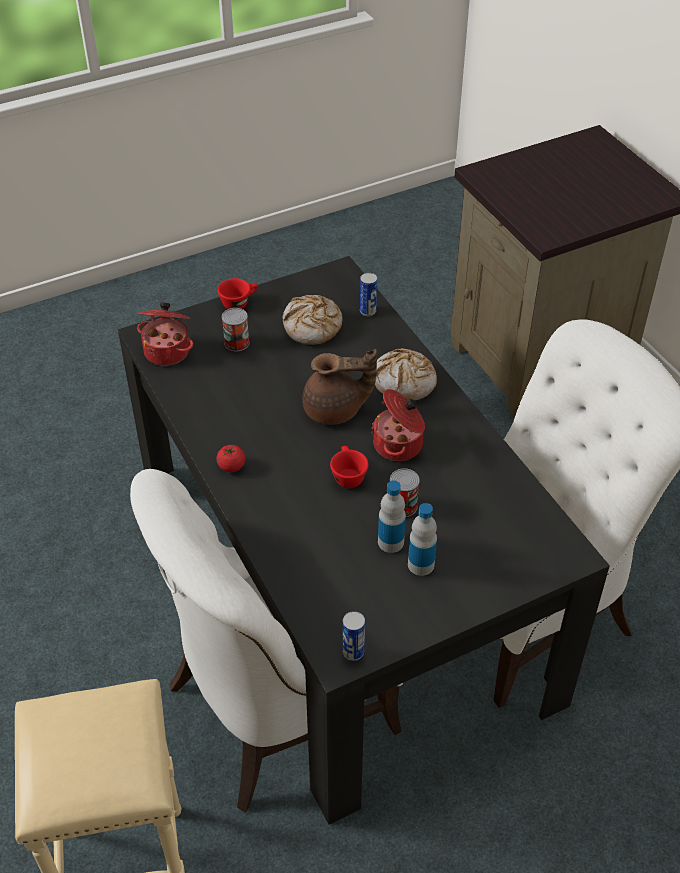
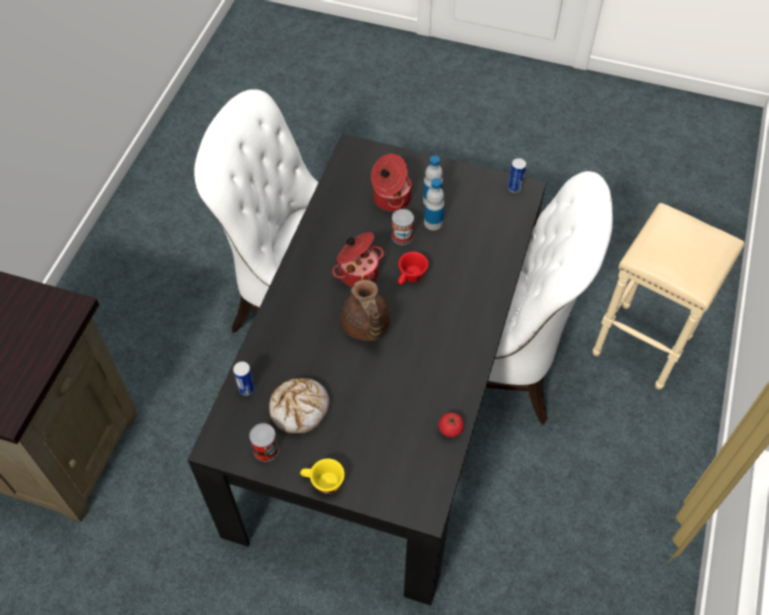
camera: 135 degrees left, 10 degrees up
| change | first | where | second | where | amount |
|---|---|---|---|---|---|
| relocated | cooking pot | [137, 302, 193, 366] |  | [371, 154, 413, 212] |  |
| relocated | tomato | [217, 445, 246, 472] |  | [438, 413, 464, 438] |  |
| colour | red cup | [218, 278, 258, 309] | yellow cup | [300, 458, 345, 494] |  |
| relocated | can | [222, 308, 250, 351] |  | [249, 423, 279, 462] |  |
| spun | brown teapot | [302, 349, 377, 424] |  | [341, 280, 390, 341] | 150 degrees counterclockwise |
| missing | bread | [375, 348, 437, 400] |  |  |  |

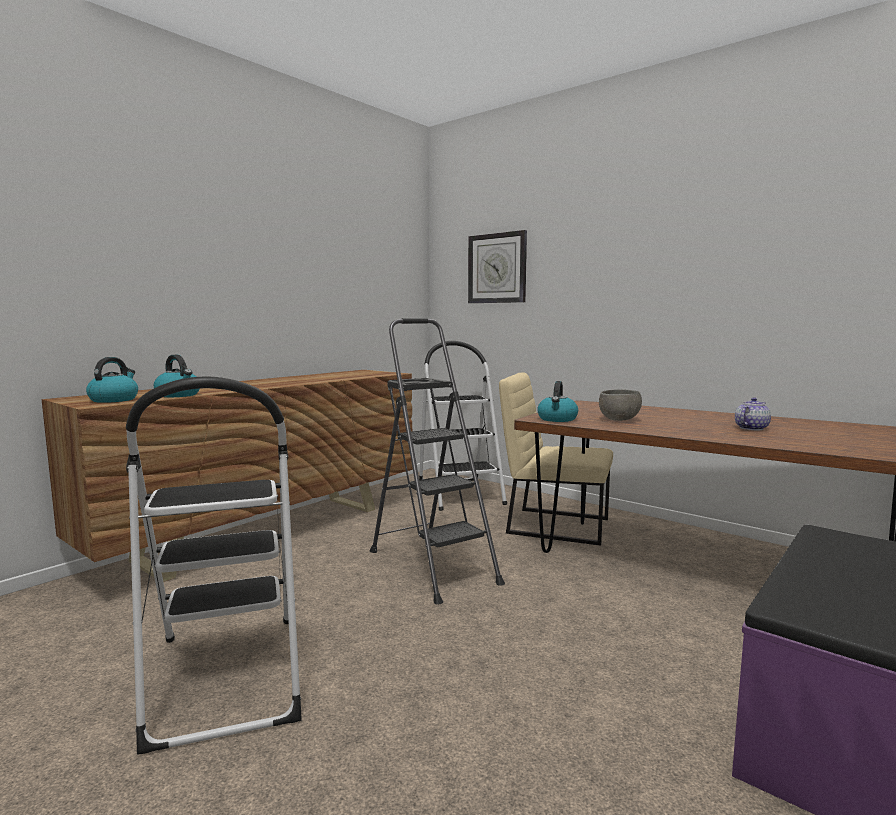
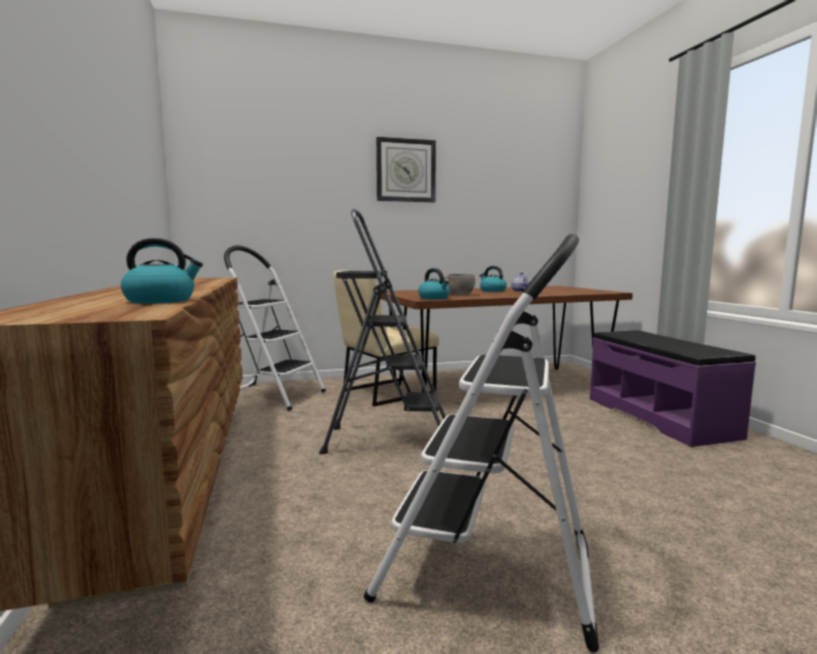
camera: 55 degrees left, 0 degrees up
| change | first | where | second | where | amount |
|---|---|---|---|---|---|
| relocated | kettle | [86, 357, 138, 403] |  | [480, 266, 507, 292] |  |
| relocated | wall clock | [468, 230, 527, 303] |  | [376, 137, 436, 202] |  |

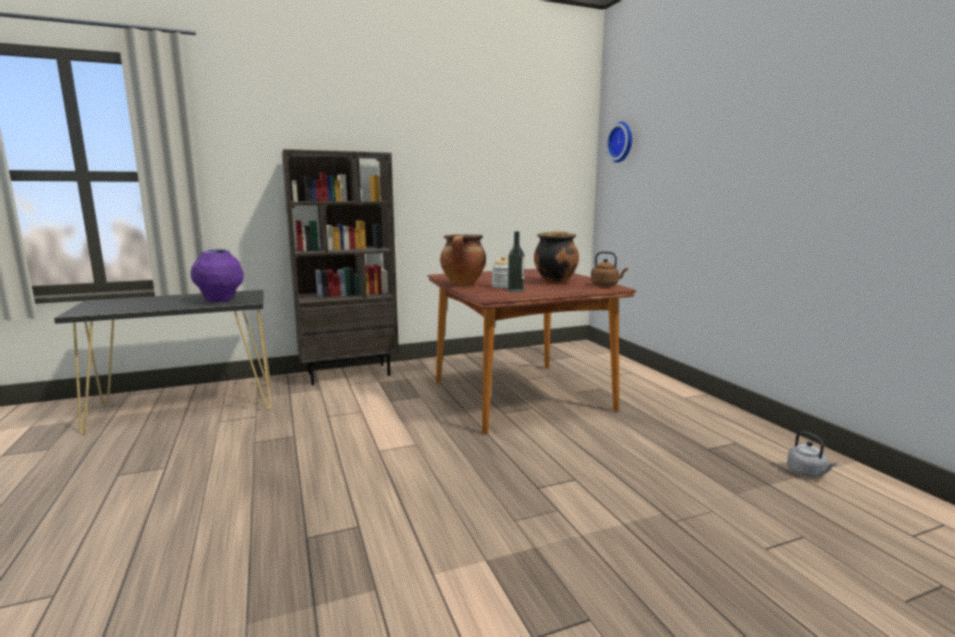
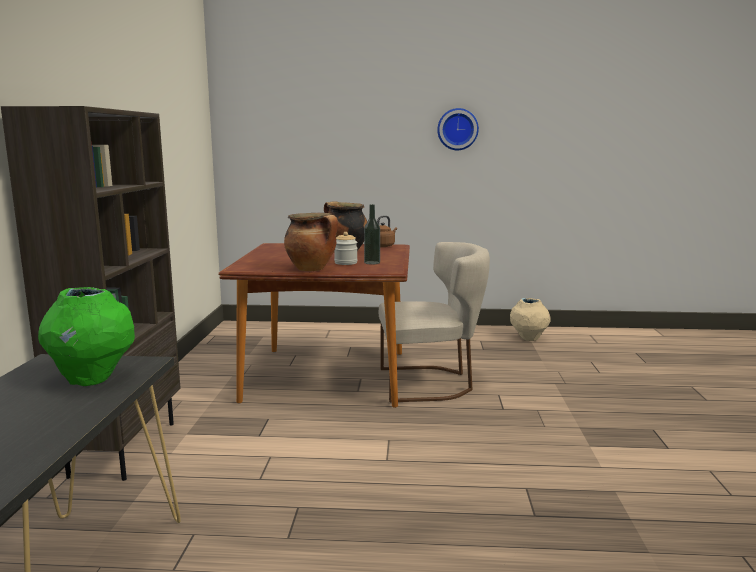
camera: 65 degrees left, 0 degrees up
| change | first | where | second | where | amount |
|---|---|---|---|---|---|
| colour | purple vase | [190, 249, 244, 302] | green vase | [38, 287, 135, 386] |  |
| relocated | wall clock | [606, 121, 632, 163] |  | [437, 108, 479, 150] |  |
| exchanged | grey kettle | [787, 431, 837, 477] | beige vase | [510, 298, 551, 341] |  |
| appeared |  |  | beige chair | [379, 242, 490, 403] |  |

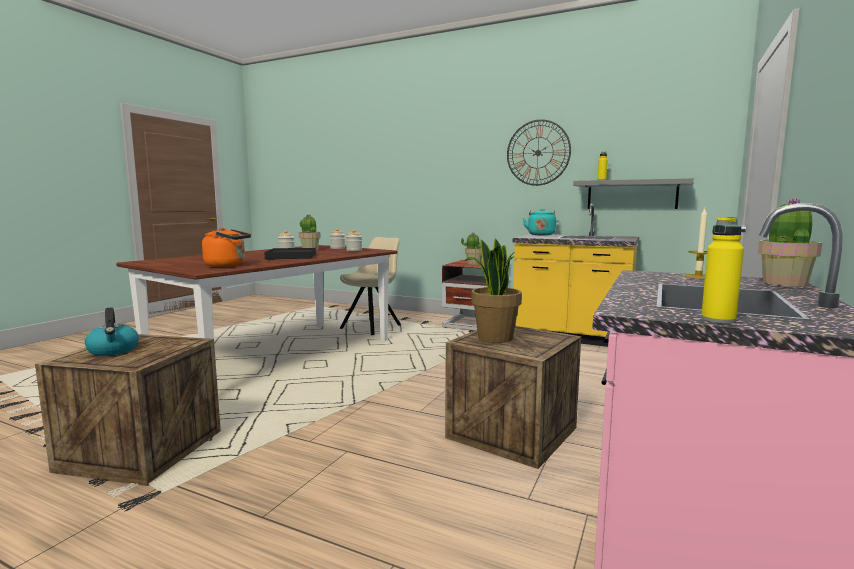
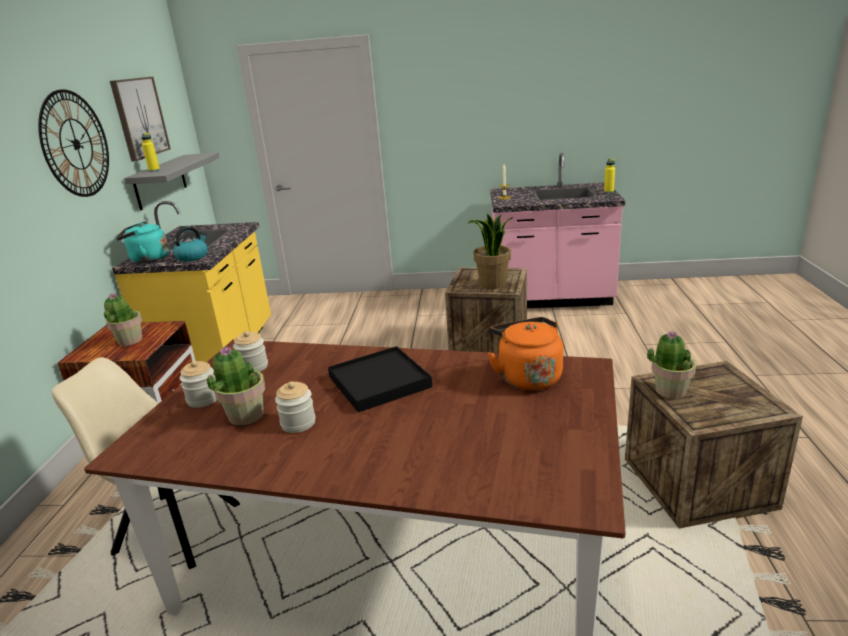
camera: 110 degrees left, 15 degrees up
| change | first | where | second | where | amount |
|---|---|---|---|---|---|
| relocated | kettle | [85, 307, 139, 356] |  | [173, 227, 208, 262] |  |
| relocated | potted plant | [758, 198, 822, 287] |  | [647, 331, 696, 399] |  |
| appeared |  |  | picture | [110, 77, 171, 162] |  |

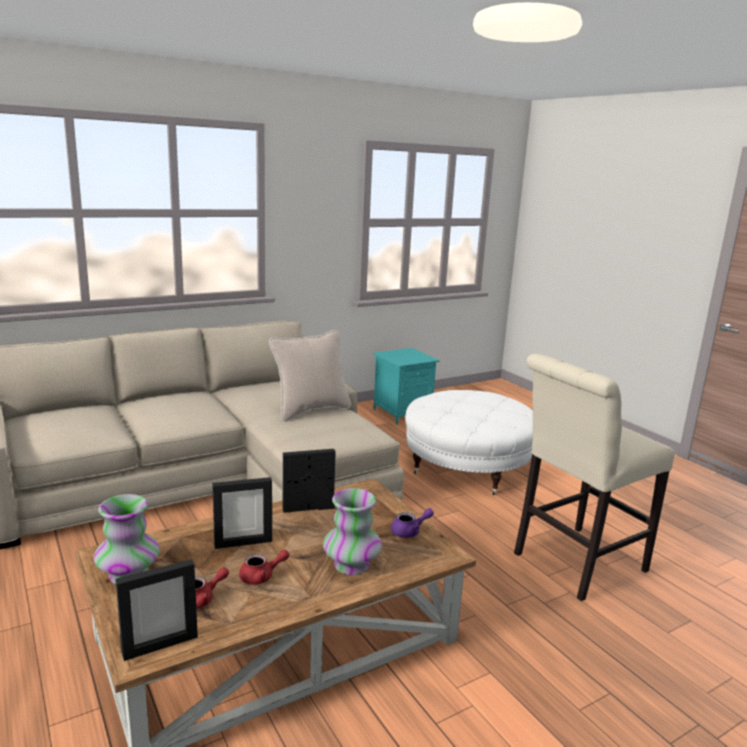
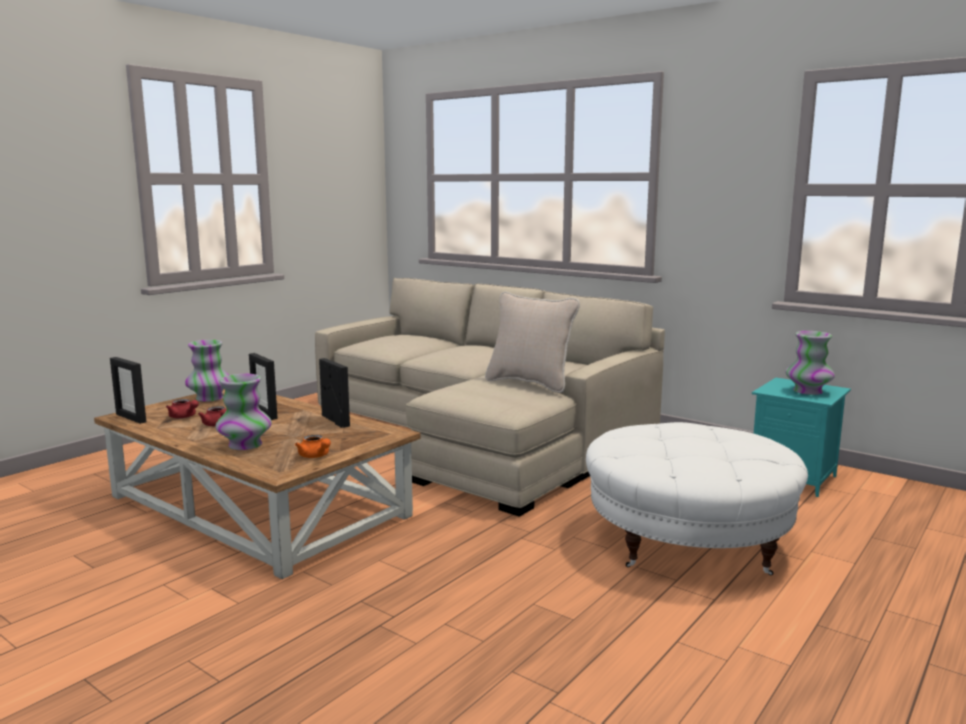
camera: 70 degrees right, 5 degrees down
| change | first | where | second | where | amount |
|---|---|---|---|---|---|
| colour | purple teapot | [391, 508, 434, 538] | orange teapot | [295, 435, 331, 458] |  |
| missing | beige stool | [514, 354, 675, 601] |  |  |  |
| appeared |  |  | vase | [785, 331, 835, 395] |  |

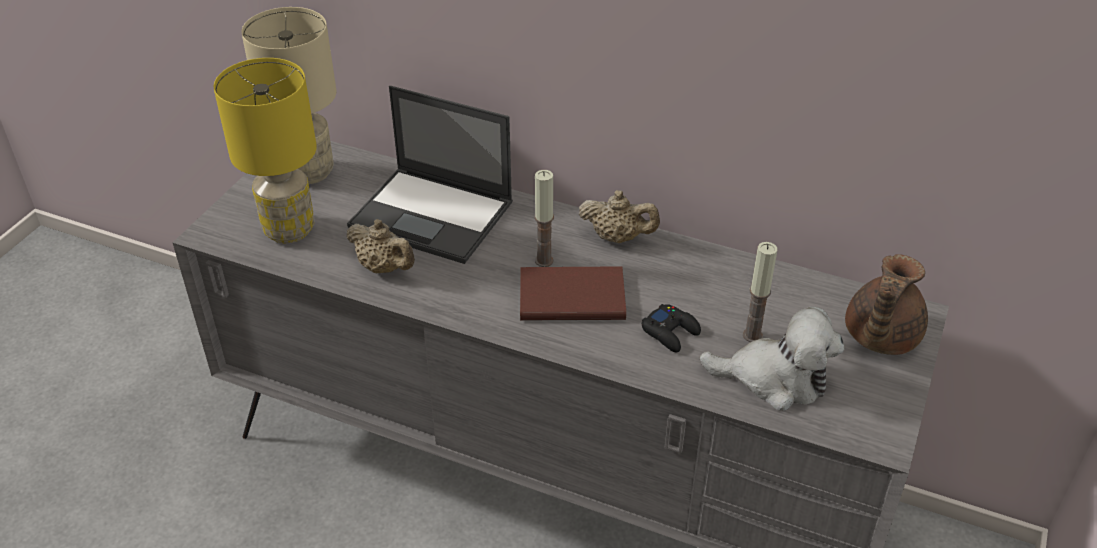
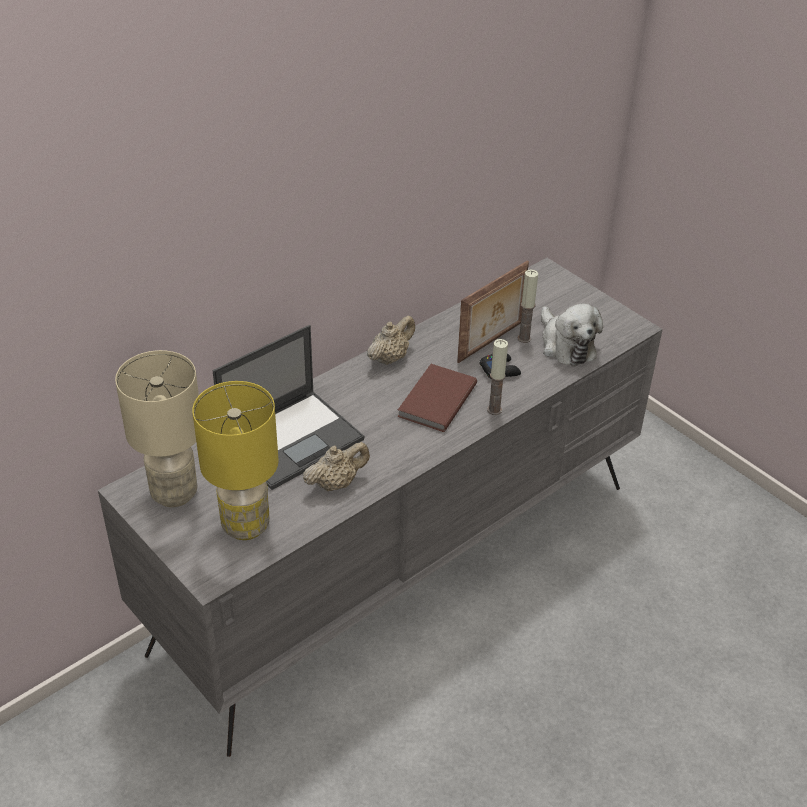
camera: 65 degrees left, 0 degrees up
| change | first | where | second | where | amount |
|---|---|---|---|---|---|
| relocated | candle | [534, 170, 554, 267] |  | [487, 339, 508, 415] |  |
| spun | plush toy | [700, 306, 844, 411] |  | [541, 304, 603, 366] | 120 degrees clockwise |
| missing | brown teapot | [845, 254, 928, 355] |  |  |  |
| appeared |  |  | picture frame | [457, 260, 529, 363] |  |

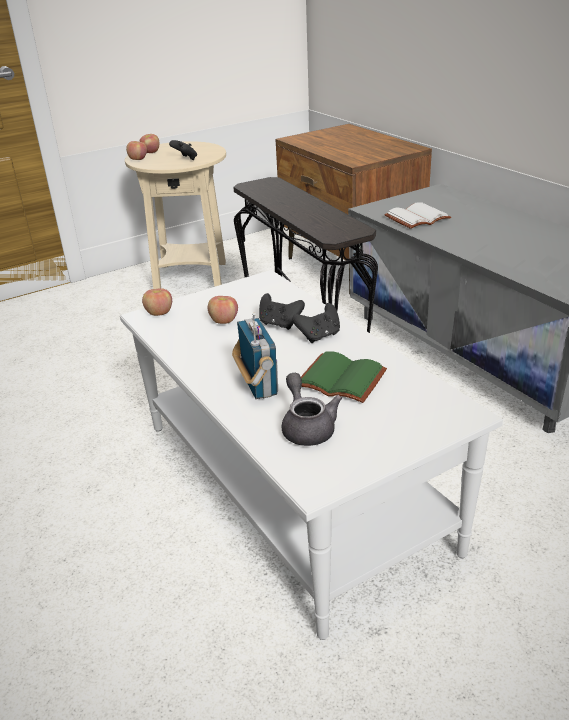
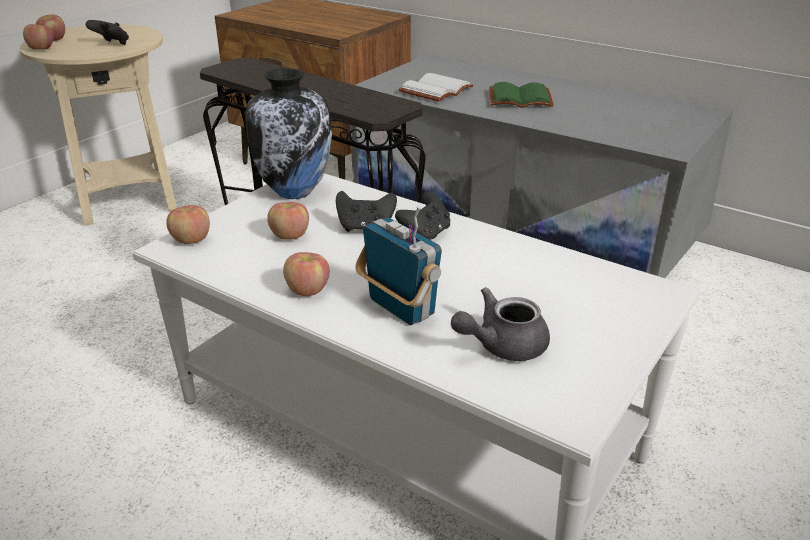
camera: 25 degrees left, 0 degrees up
| change | first | where | second | where | amount |
|---|---|---|---|---|---|
| spun | grey teapot | [282, 373, 342, 446] |  | [451, 287, 550, 361] | 75 degrees counterclockwise |
| relocated | green book | [301, 351, 387, 403] |  | [489, 82, 554, 108] |  |
| appeared |  |  | vase | [245, 68, 332, 199] |  |
| appeared |  |  | apple | [283, 252, 330, 296] |  |

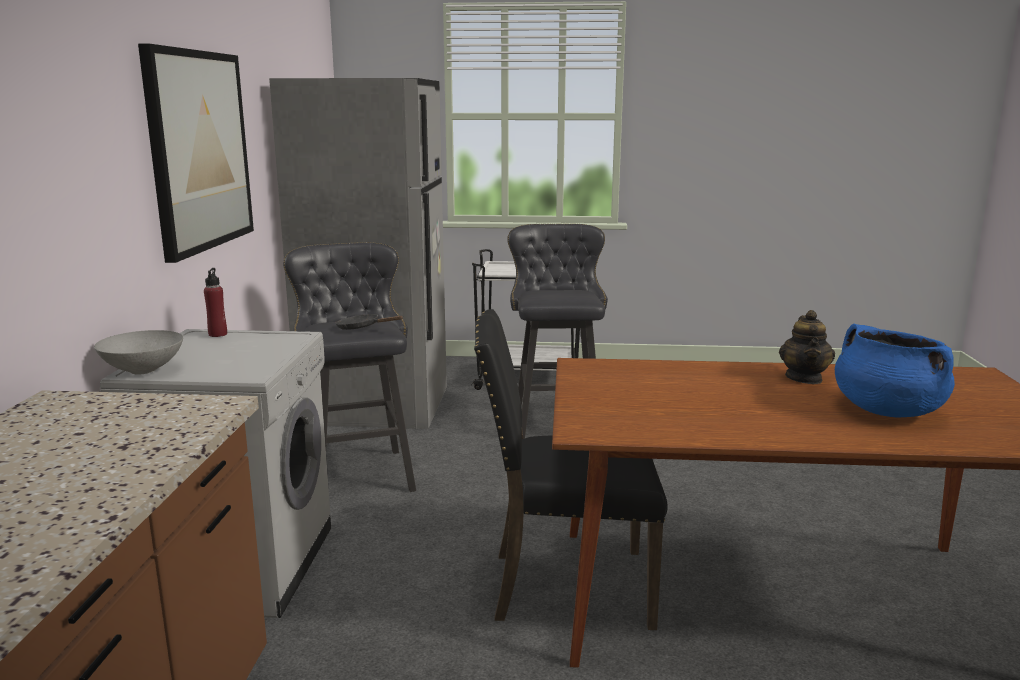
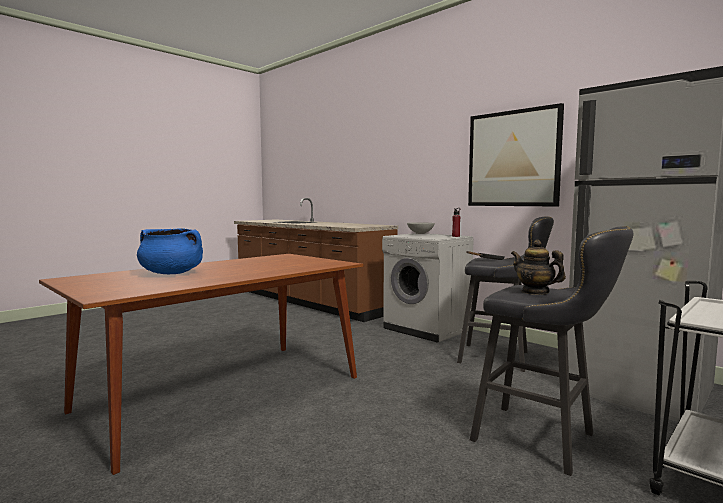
camera: 130 degrees right, 10 degrees down
| change | first | where | second | where | amount |
|---|---|---|---|---|---|
| missing | black chair | [474, 309, 668, 630] |  |  |  |
| relocated | teapot | [779, 310, 835, 384] |  | [511, 240, 566, 295] |  |

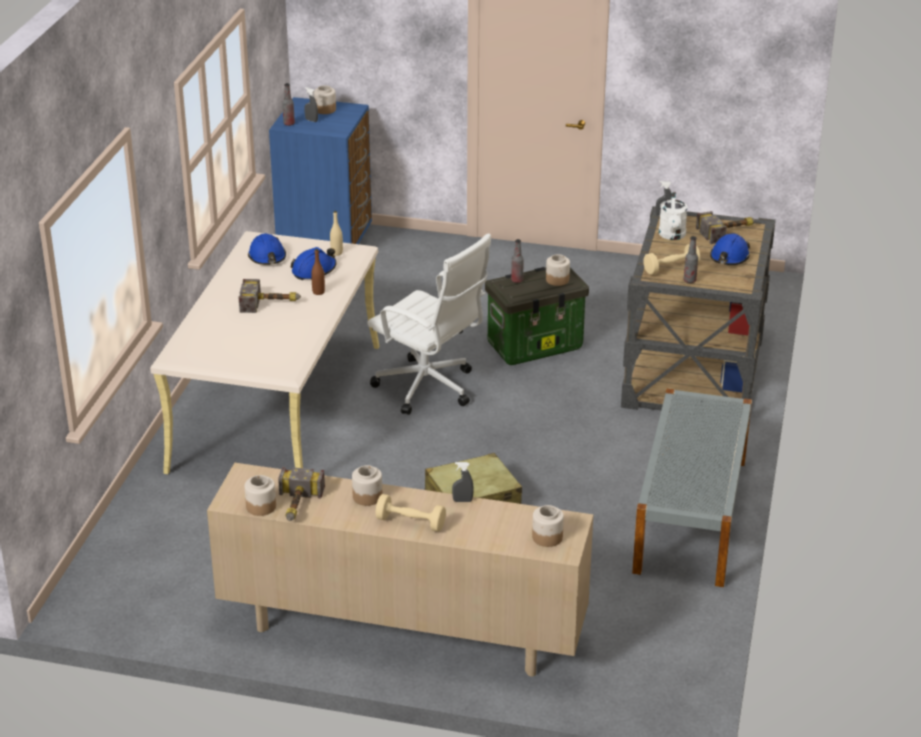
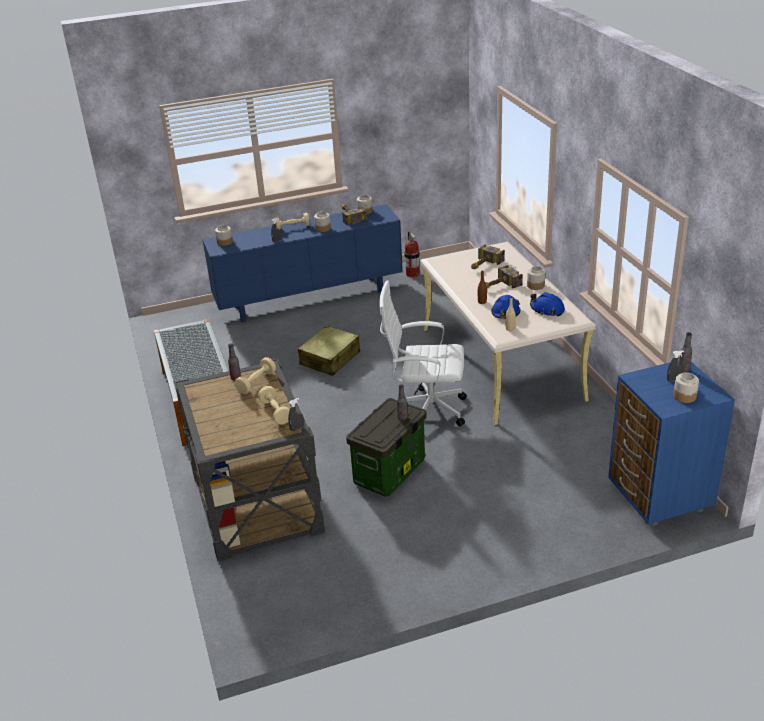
camera: 150 degrees right, 0 degrees up
| change | first | where | second | where | amount |
|---|---|---|---|---|---|
| colour | beige cabinet | [207, 463, 593, 677] | blue cabinet | [203, 204, 403, 322] |  |
| relocated | jar | [546, 254, 570, 286] |  | [527, 266, 545, 290] |  |
| exchanged | white watering can | [659, 192, 687, 240] | beige dumbbell | [258, 386, 290, 425] |  |
| relocated | hammer | [696, 211, 756, 244] |  | [471, 244, 505, 269] |  |
| missing | blue hard hat | [710, 233, 751, 265] |  |  |  |
| appeared |  |  | fire extinguisher | [404, 231, 420, 277] |  |

